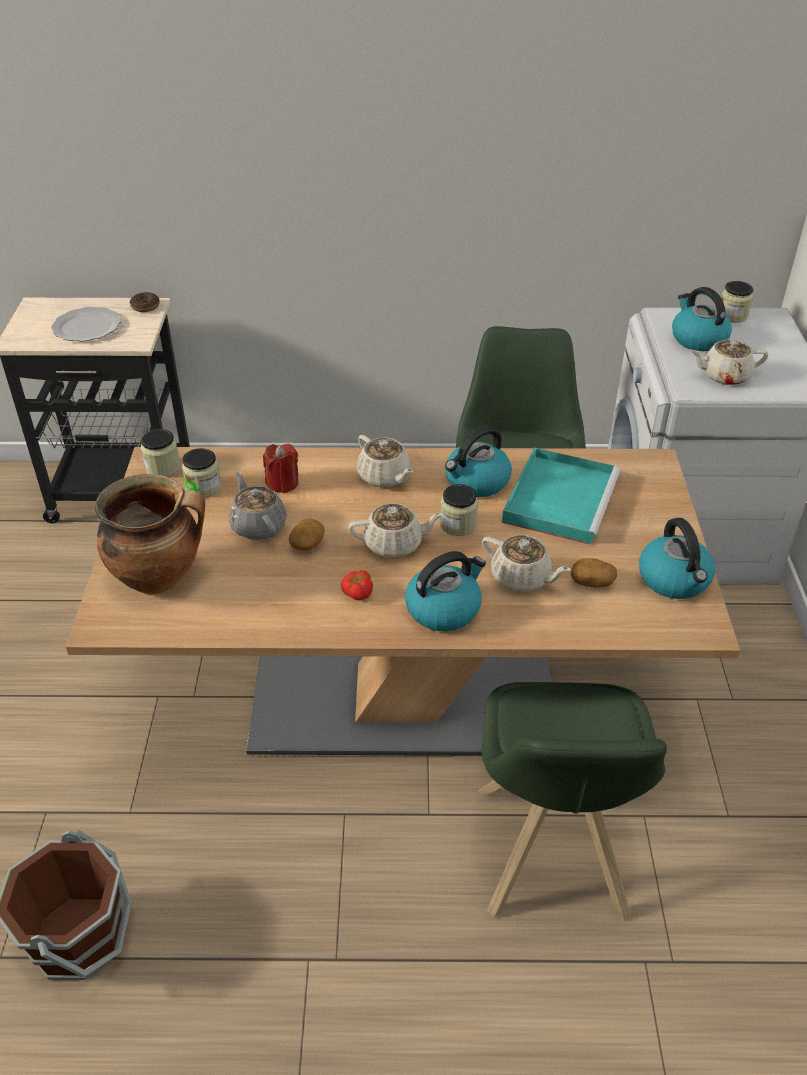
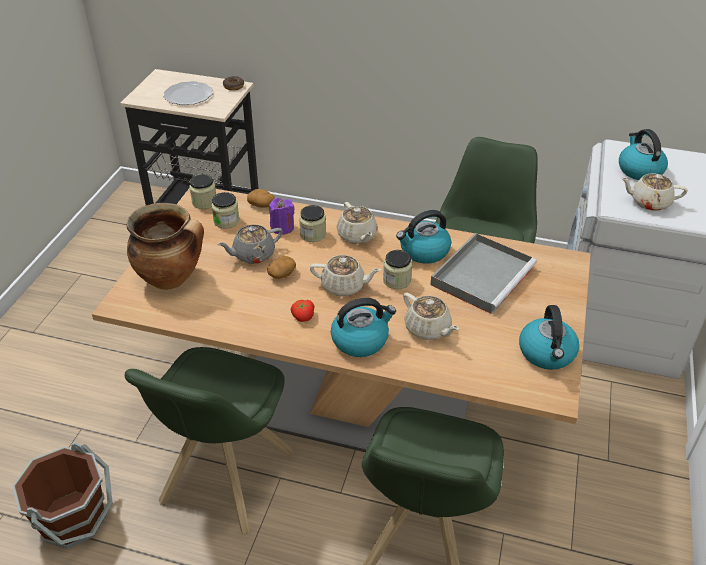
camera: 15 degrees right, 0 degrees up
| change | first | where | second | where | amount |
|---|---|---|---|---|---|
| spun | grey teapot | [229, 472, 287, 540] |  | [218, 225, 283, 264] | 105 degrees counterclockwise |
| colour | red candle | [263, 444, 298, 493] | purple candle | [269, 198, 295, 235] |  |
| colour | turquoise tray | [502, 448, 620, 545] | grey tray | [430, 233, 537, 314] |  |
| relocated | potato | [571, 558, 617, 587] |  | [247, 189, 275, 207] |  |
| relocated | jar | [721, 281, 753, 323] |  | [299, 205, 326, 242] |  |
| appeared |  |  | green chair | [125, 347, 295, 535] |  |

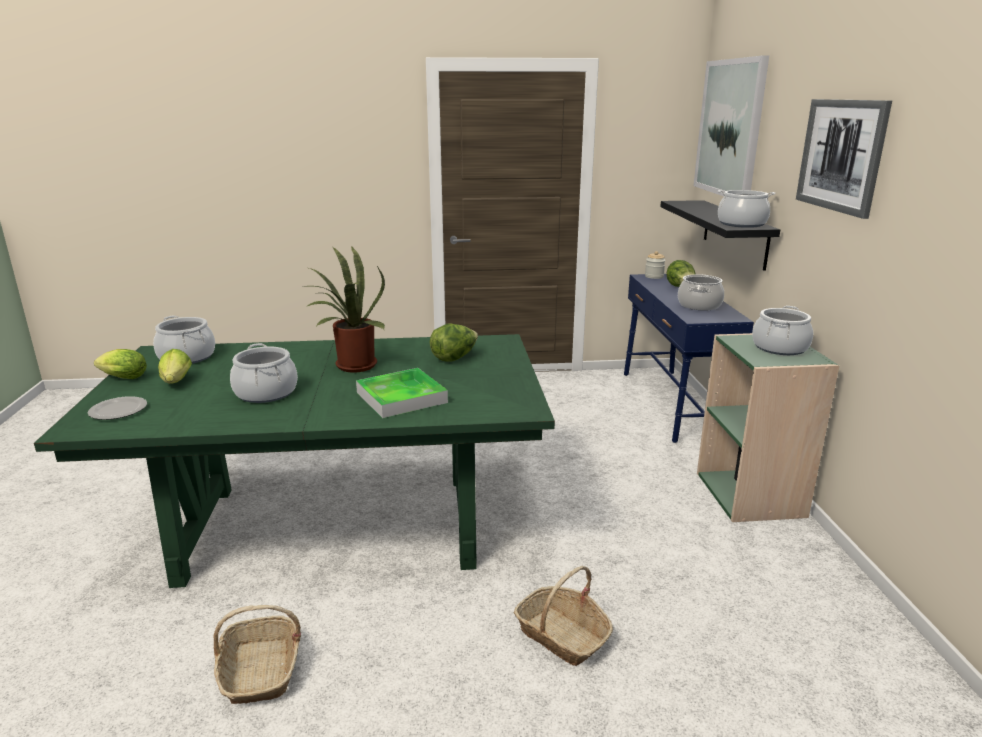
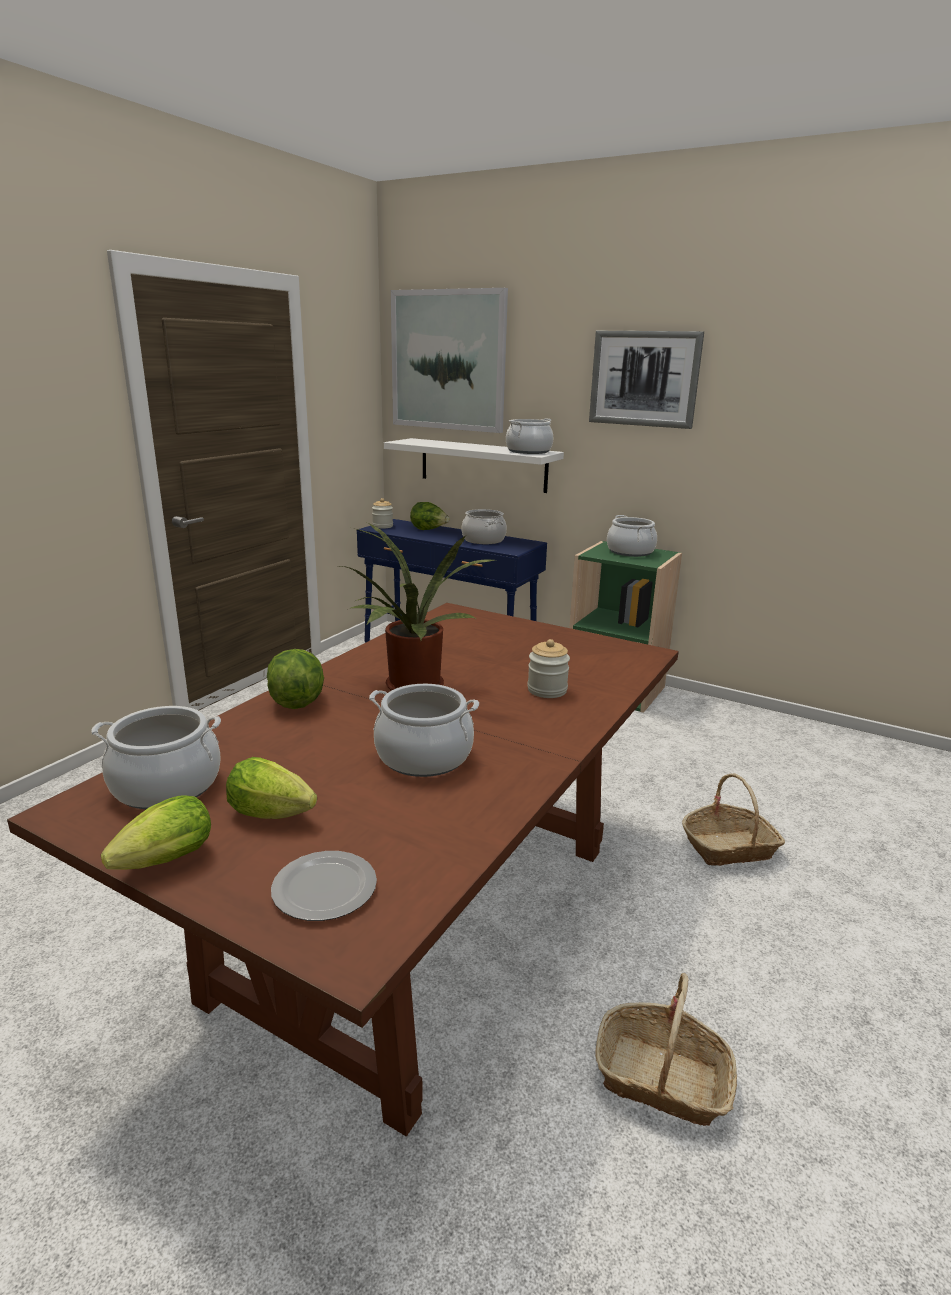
camera: 55 degrees left, 0 degrees up
| change | first | where | second | where | amount |
|---|---|---|---|---|---|
| colour | green dining table | [34, 334, 555, 588] | brown dining table | [7, 603, 679, 1136] |  |
| exchanged | tray | [356, 368, 448, 418] | jar | [527, 639, 570, 698] |  |
| relocated | lettuce | [430, 323, 478, 362] |  | [267, 649, 324, 709] |  |
| colour | black shelf | [660, 200, 780, 271] | white shelf | [384, 438, 564, 493] |  |

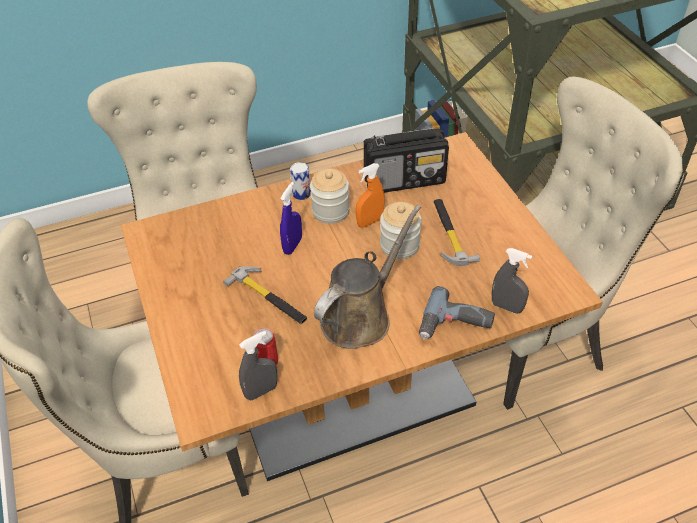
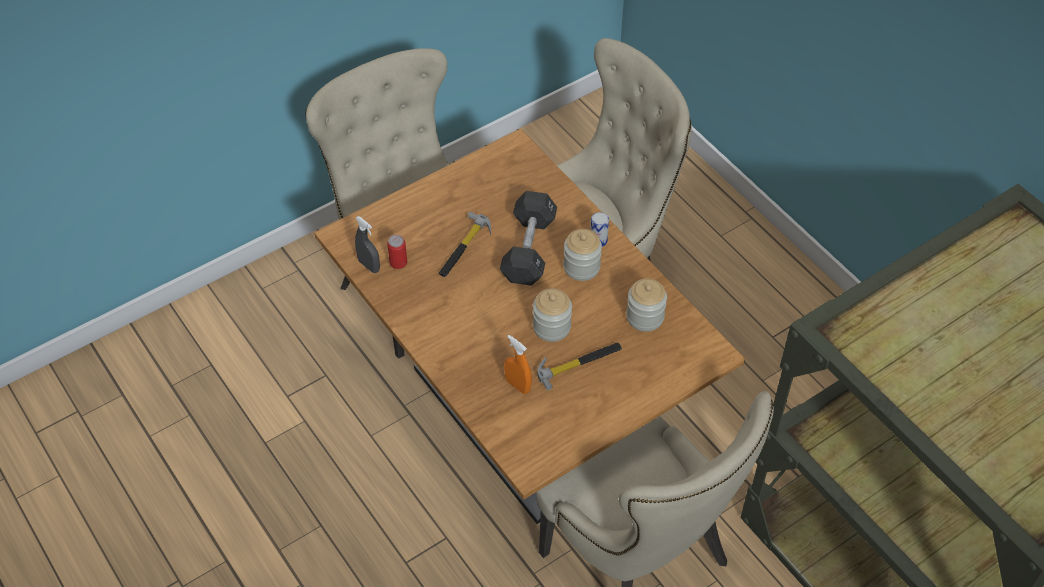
camera: 75 degrees right, 5 degrees up
| change | first | where | second | where | amount |
|---|---|---|---|---|---|
| exchanged | blue spray bottle | [280, 182, 302, 255] | black dumbbell | [500, 191, 557, 286] |  |
| missing | brown watering can | [314, 205, 421, 349] |  |  |  |
| relocated | orange spray bottle | [356, 163, 385, 228] |  | [504, 335, 532, 394] |  |
| exchanged | radio | [364, 128, 449, 193] | jar | [626, 278, 667, 332] |  |
| missing | power drill | [419, 286, 495, 339] |  |  |  |
| missing | grey spray bottle | [492, 248, 532, 314] |  |  |  |

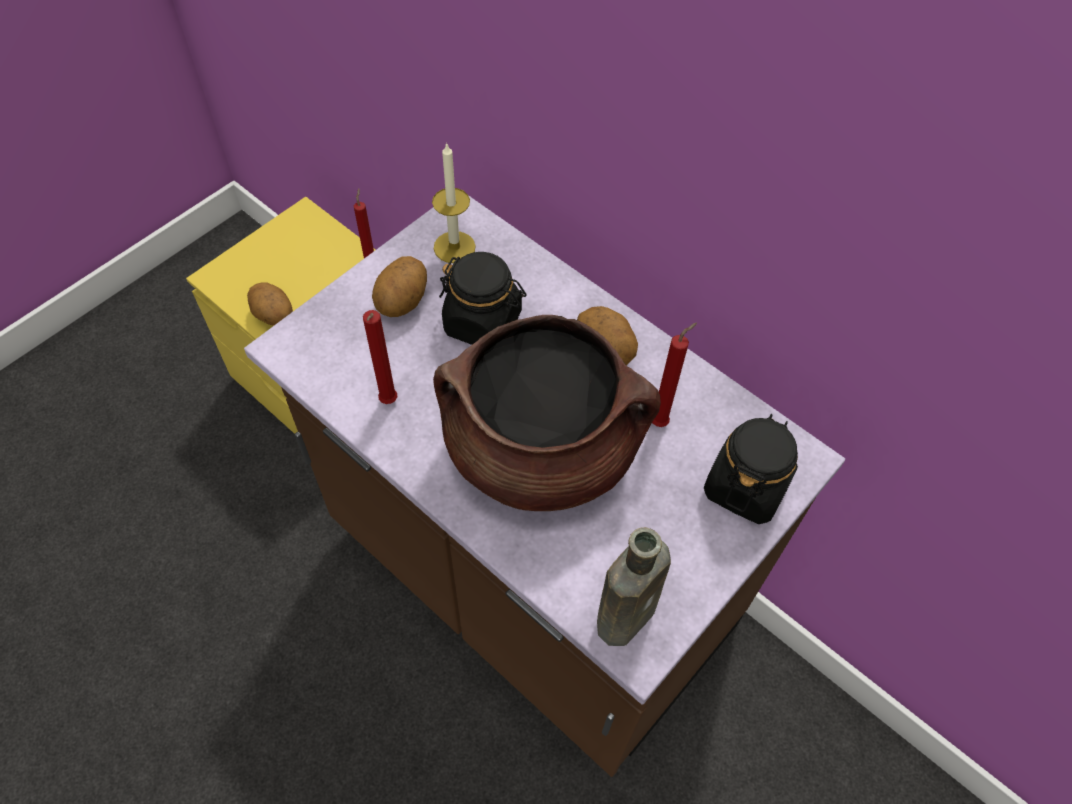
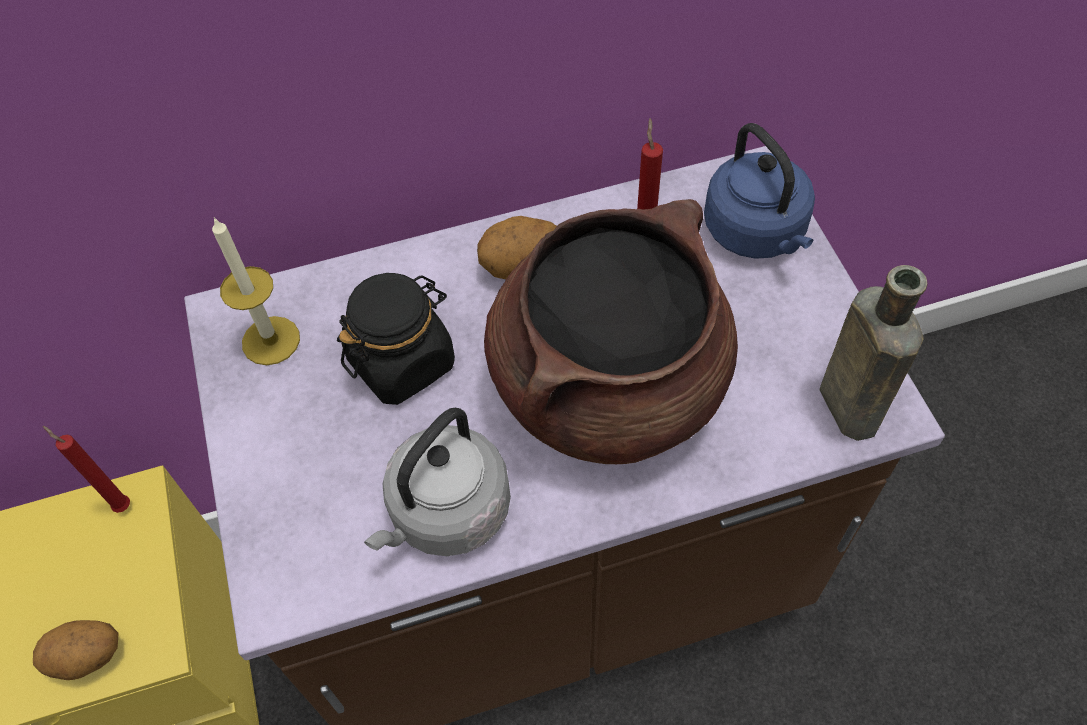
camera: 55 degrees left, 0 degrees up
| change | first | where | second | where | amount |
|---|---|---|---|---|---|
| exchanged | red candle | [363, 310, 398, 404] | grey kettle | [364, 408, 511, 556] |  |
| missing | potato | [372, 256, 427, 317] |  |  |  |
| exchanged | black jar | [704, 414, 798, 524] | blue kettle | [704, 123, 815, 259] |  |

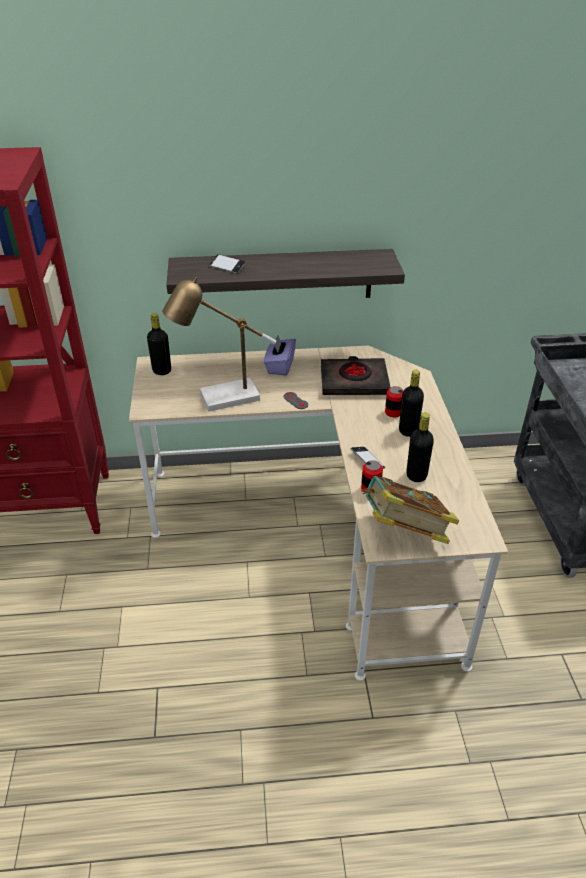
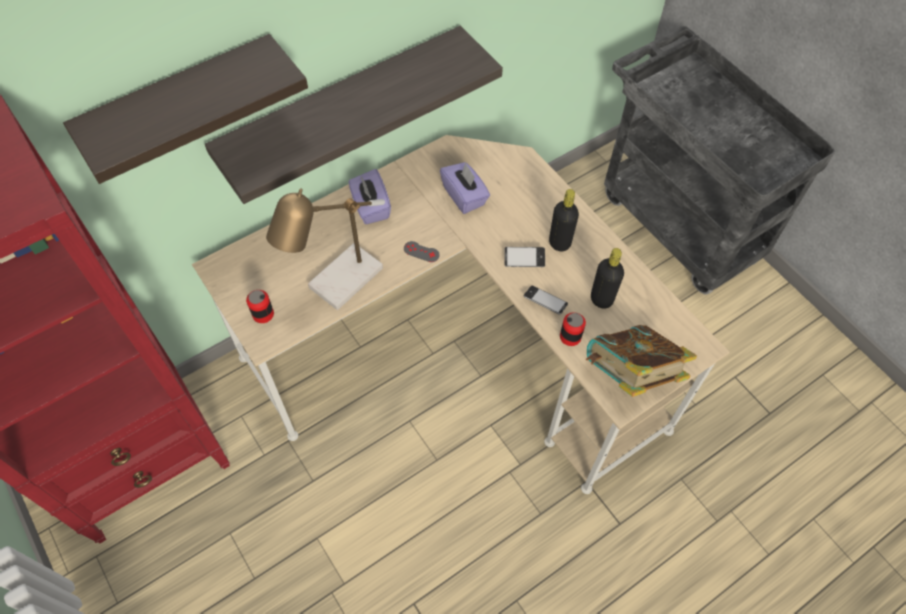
camera: 30 degrees left, 20 degrees up
| change | first | where | second | where | amount |
|---|---|---|---|---|---|
| missing | black bottle | [147, 313, 171, 375] |  |  |  |
| relocated | phone | [209, 254, 246, 274] |  | [504, 247, 545, 267] |  |
| exchanged | black book | [321, 356, 391, 395] | purple tissue box | [440, 162, 490, 214] |  |
| relocated | can | [385, 386, 403, 417] |  | [246, 290, 274, 323] |  |
| appeared |  |  | shelf | [63, 34, 308, 184] |  |

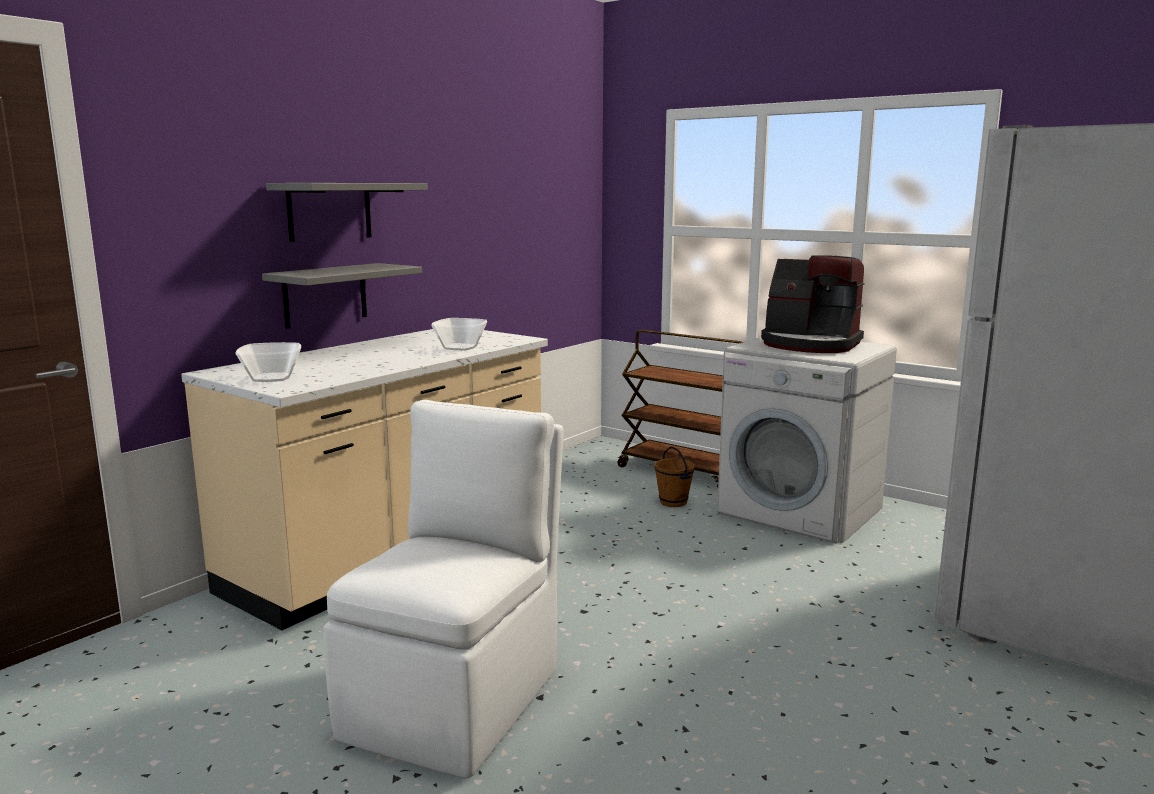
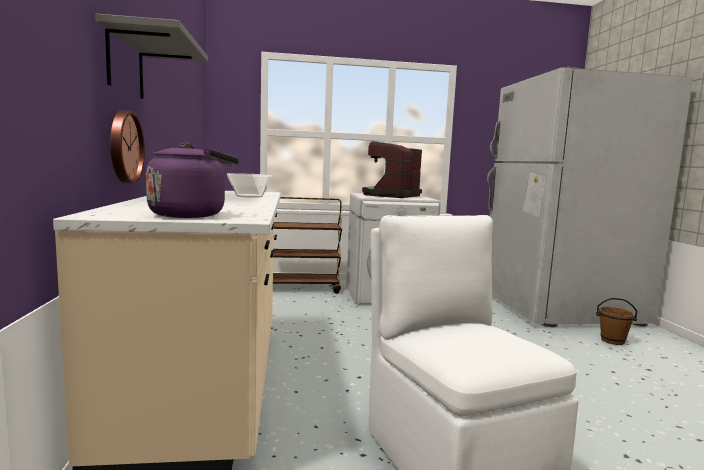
camera: 45 degrees left, 5 degrees down
| change | first | where | second | where | amount |
|---|---|---|---|---|---|
| exchanged | bowl | [235, 342, 301, 382] | purple kettle | [146, 143, 239, 218] |  |
| exchanged | grey shelf | [262, 263, 422, 329] | wall clock | [110, 110, 145, 184] |  |
| relocated | brown bucket | [654, 446, 695, 507] |  | [596, 298, 637, 345] |  |
| spun | coffee machine | [761, 255, 865, 353] |  | [362, 141, 422, 198] | 135 degrees clockwise |

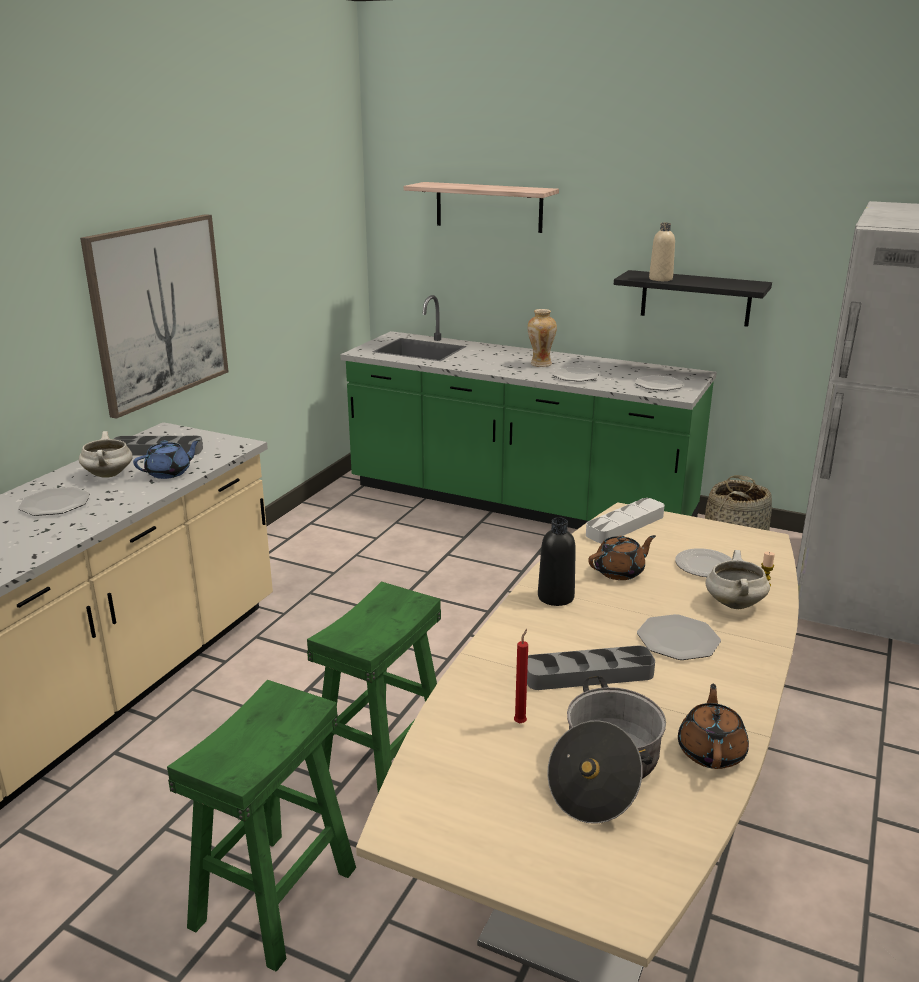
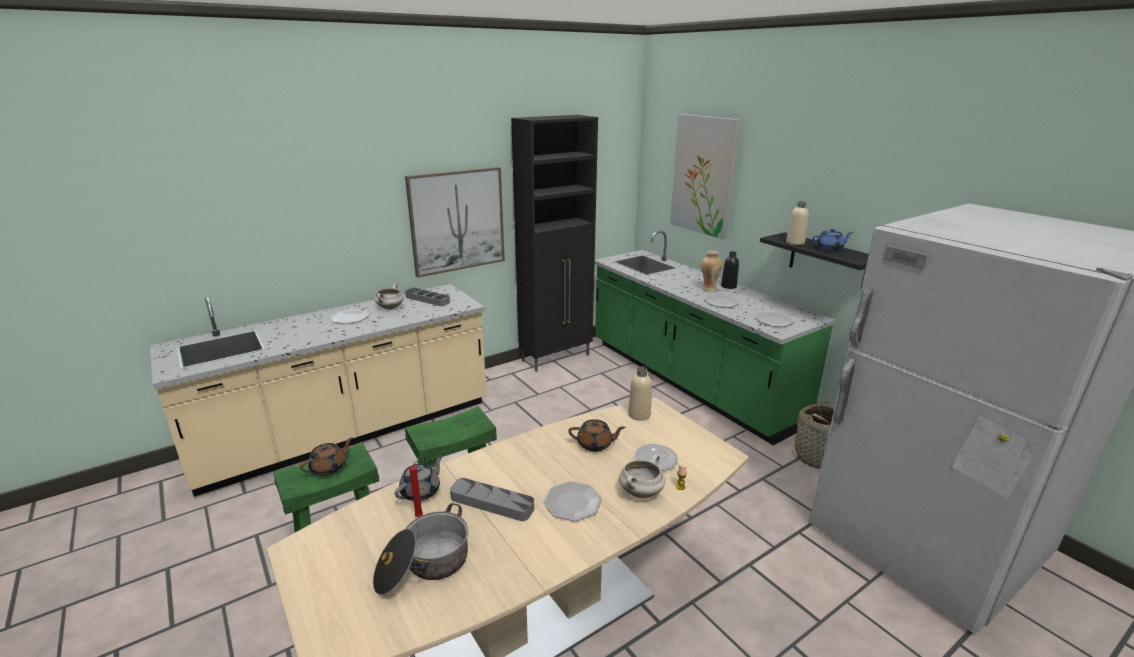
camera: 30 degrees right, 0 degrees up
| change | first | where | second | where | amount |
|---|---|---|---|---|---|
| relocated | blue teapot | [133, 440, 200, 479] |  | [812, 228, 853, 251] |  |
| exchanged | shelf | [404, 182, 559, 233] | picture | [670, 114, 740, 239] |  |
| relocated | black bottle | [538, 517, 576, 606] |  | [721, 251, 739, 289] |  |
| exchanged | grey tray | [586, 498, 664, 543] | beige bottle | [628, 366, 652, 421] |  |
| relocated | brown teapot | [678, 684, 749, 769] |  | [300, 437, 353, 476] |  |
| appeared |  |  | grey teapot | [395, 455, 443, 501] |  |
| appeared |  |  | black cabinet | [511, 115, 598, 372] |  |

